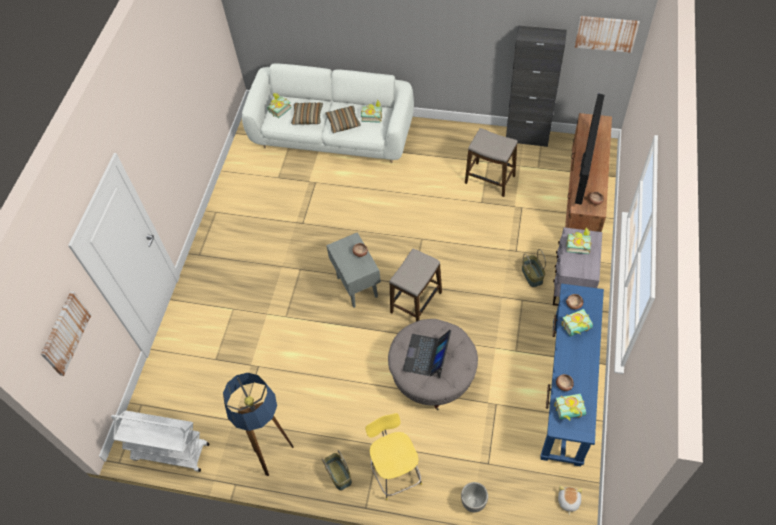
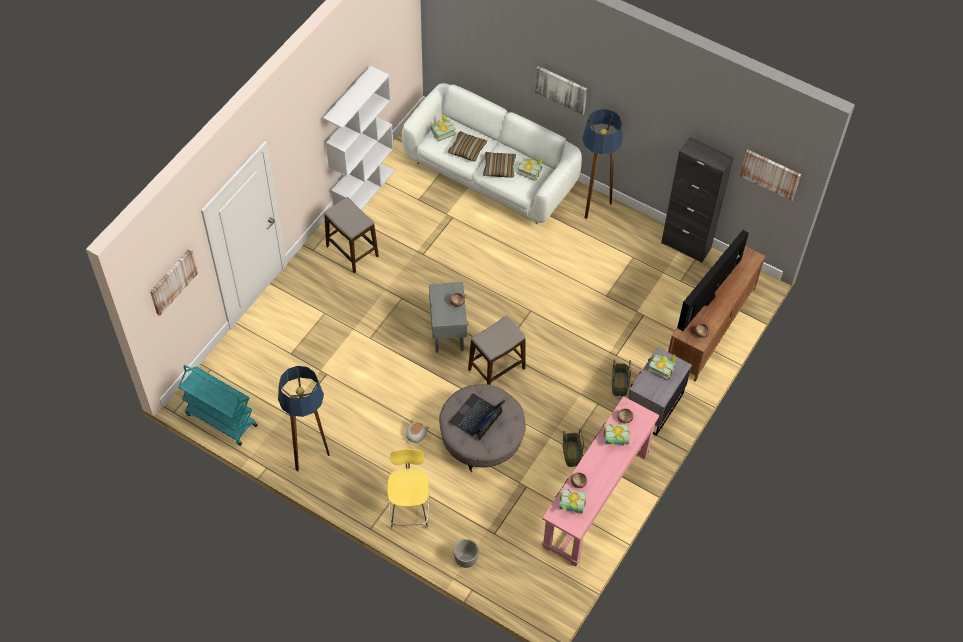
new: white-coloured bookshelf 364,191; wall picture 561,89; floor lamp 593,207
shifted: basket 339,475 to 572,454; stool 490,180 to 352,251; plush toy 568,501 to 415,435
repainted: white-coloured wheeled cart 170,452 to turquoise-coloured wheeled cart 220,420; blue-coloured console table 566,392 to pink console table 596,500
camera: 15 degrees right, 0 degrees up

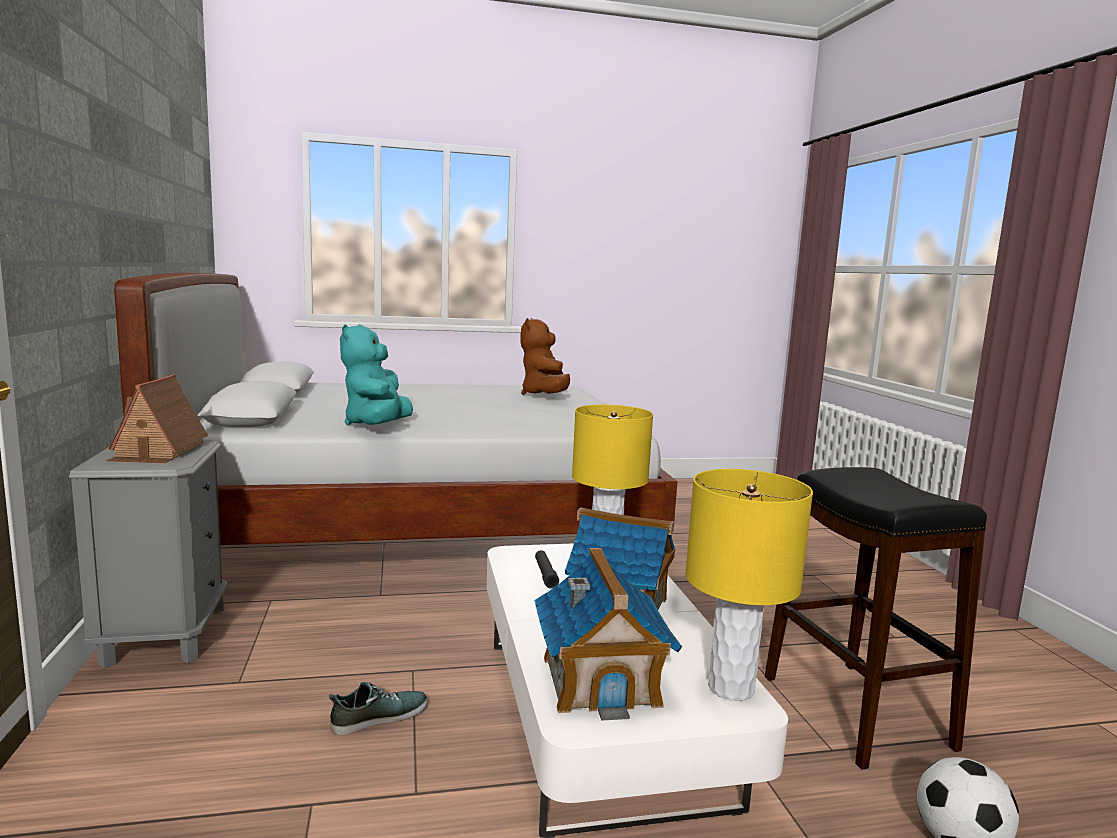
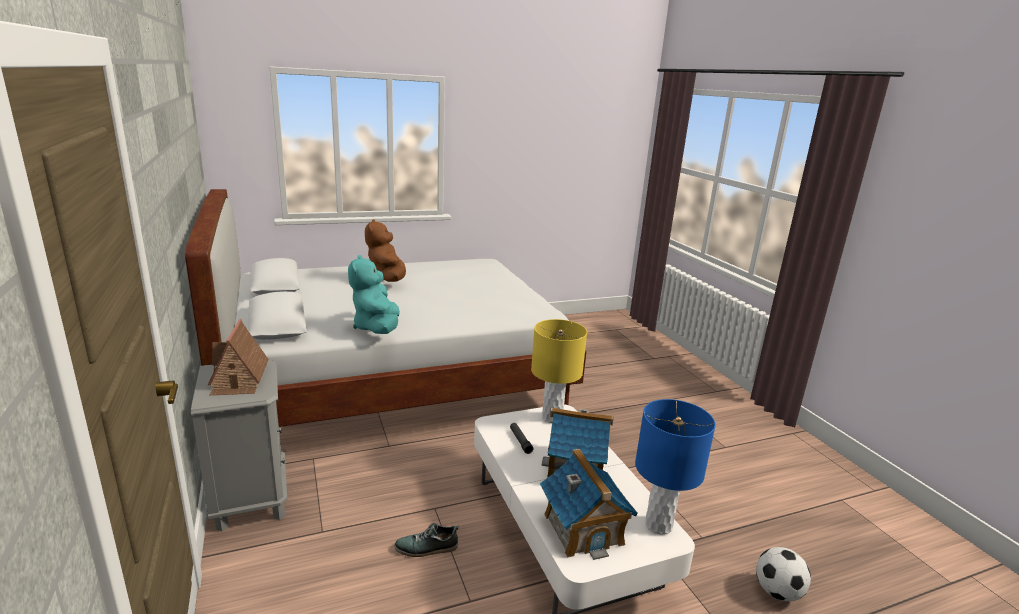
gone: blackish stool 854,711
shifted: brown plush toy 545,396 to 387,279
repainted: yellow table lamp 731,688 to blue-coloured table lamp 658,525
rotated: item of footwear 379,717 = 426,548 150 degrees counterclockwise
camera: 10 degrees left, 10 degrees up

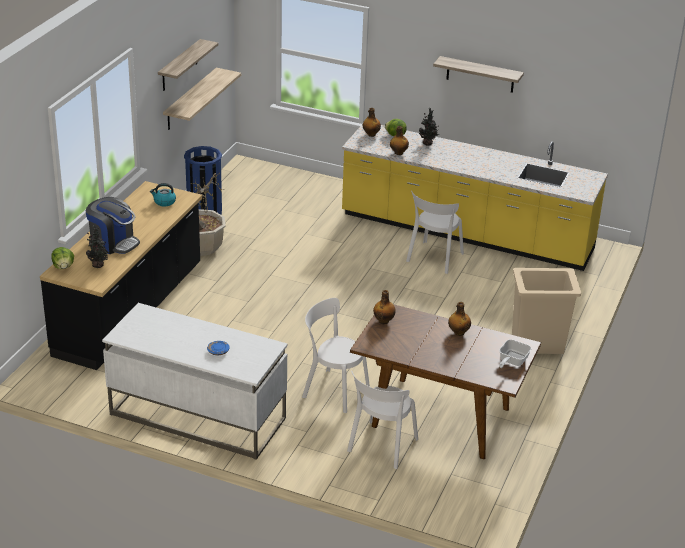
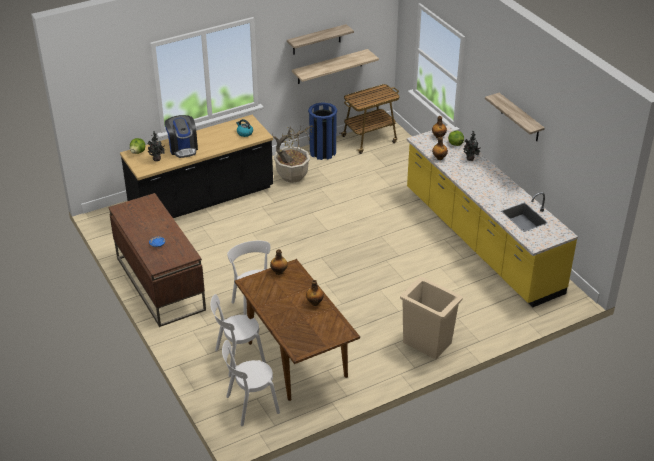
gone: pan 511,361
new: wheeled cart 370,139
shifted: white-coloured chair 434,258 to 250,405
repainted: white-coloured desk 197,416 to brown desk 160,283
camera: 40 degrees right, 5 degrees up

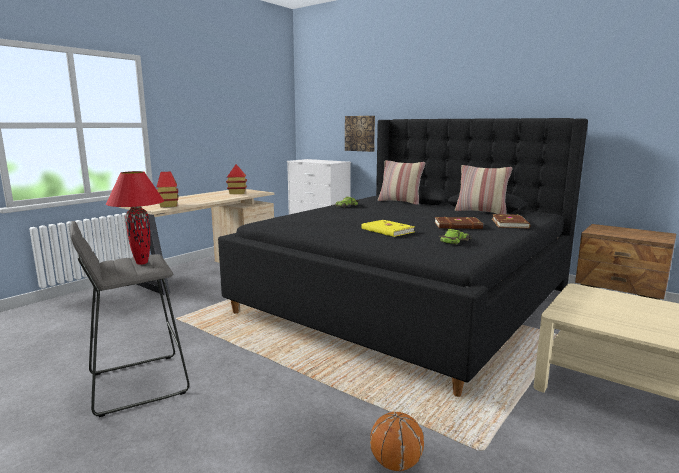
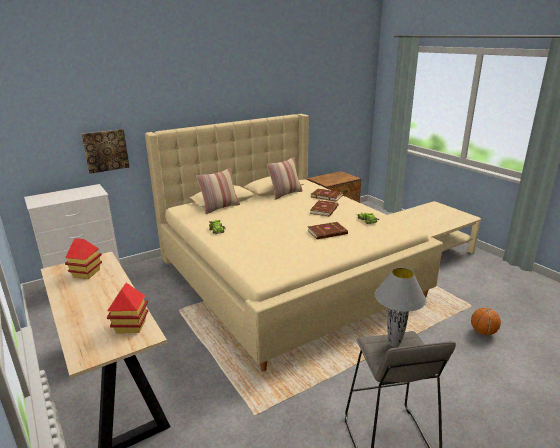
repainted: reddish table lamp 142,263 to grey table lamp 395,344; blackish sleeping bed 409,299 to beige sleeping bed 285,276; yellow book 387,231 to brown book 327,232
camera: 70 degrees left, 10 degrees up

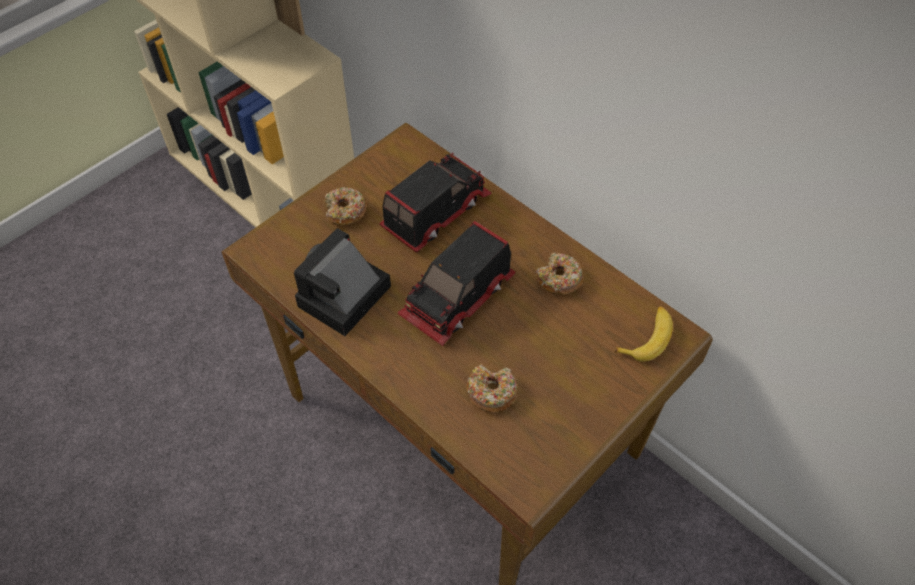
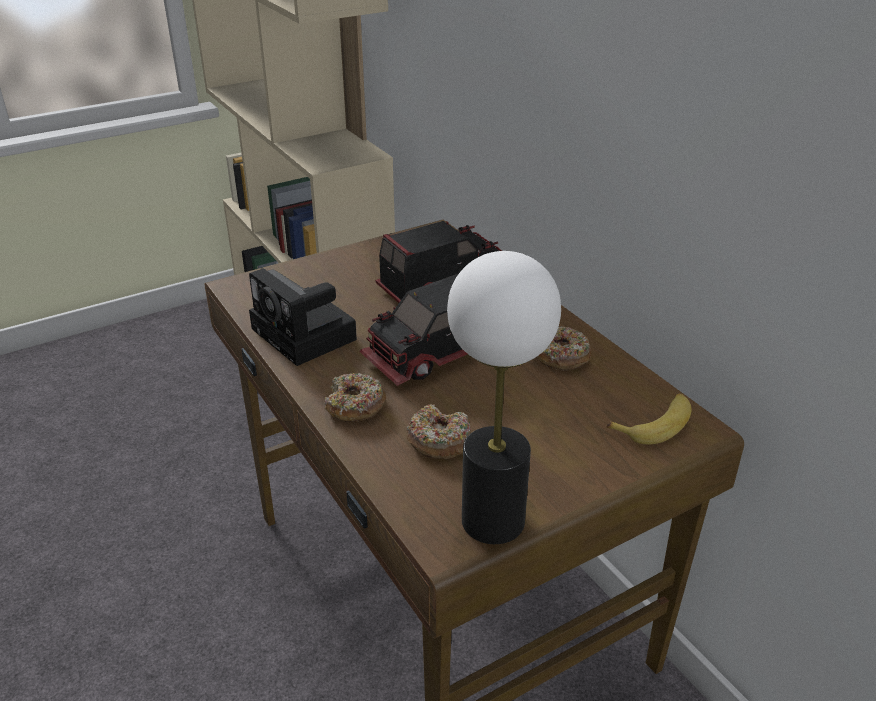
new: table lamp 493,520
shifted: doughnut 345,211 to 355,406
rotated: photo camera 342,299 = 307,336 90 degrees counterclockwise
camera: 15 degrees right, 20 degrees down

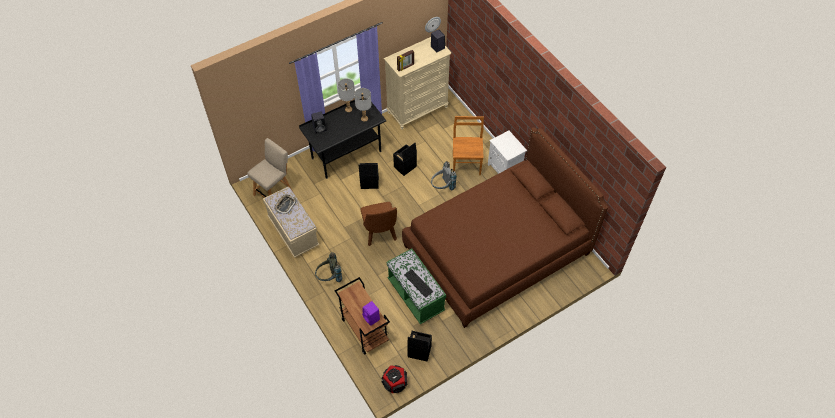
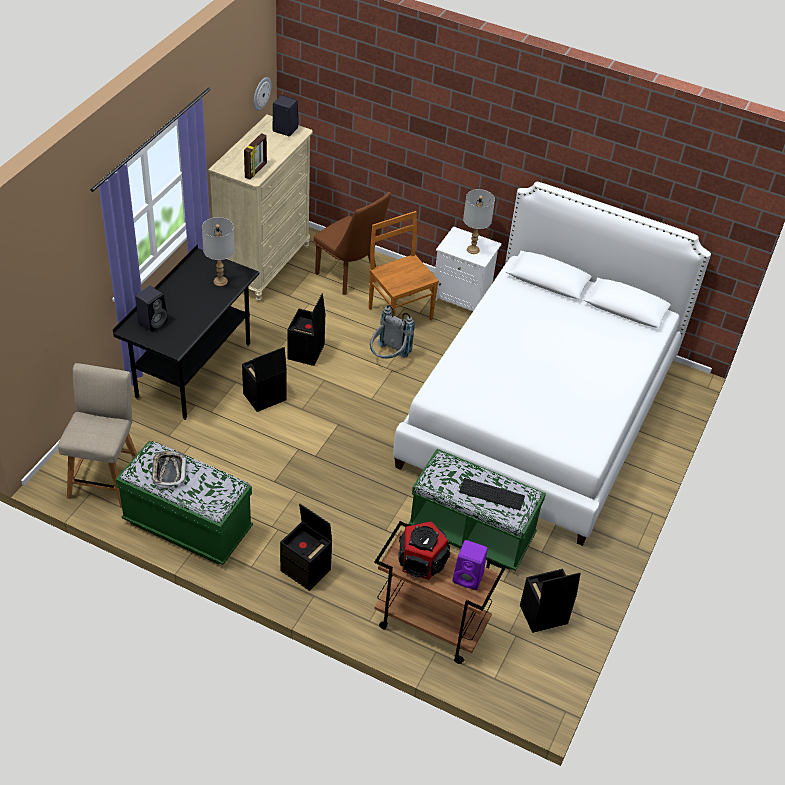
shifted: grey table lamp 348,109 to 473,250; brown chair 380,235 to 350,277; audio speaker 395,382 to 421,561
swapped: grey knapsack 329,277 to blackish storage container 306,570
repainted: beige long seat 293,232 to greenish long seat 187,526; brown sleeping bed 497,250 to white-coloured sleeping bed 540,412
camera: 35 degrees left, 10 degrees down

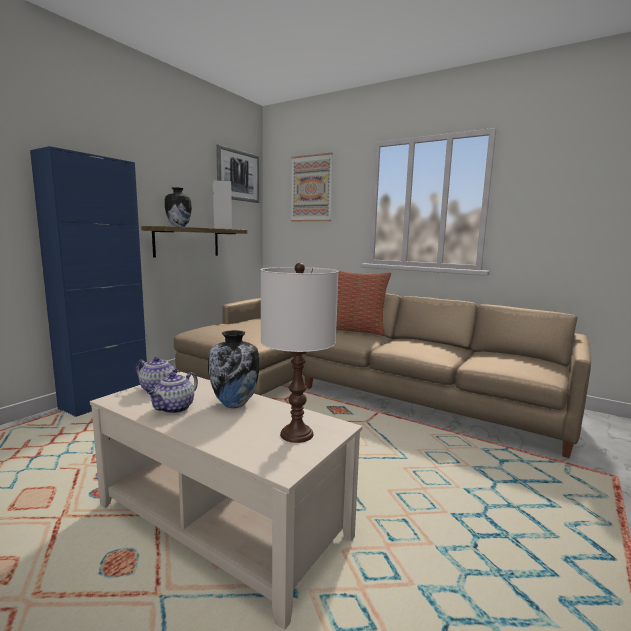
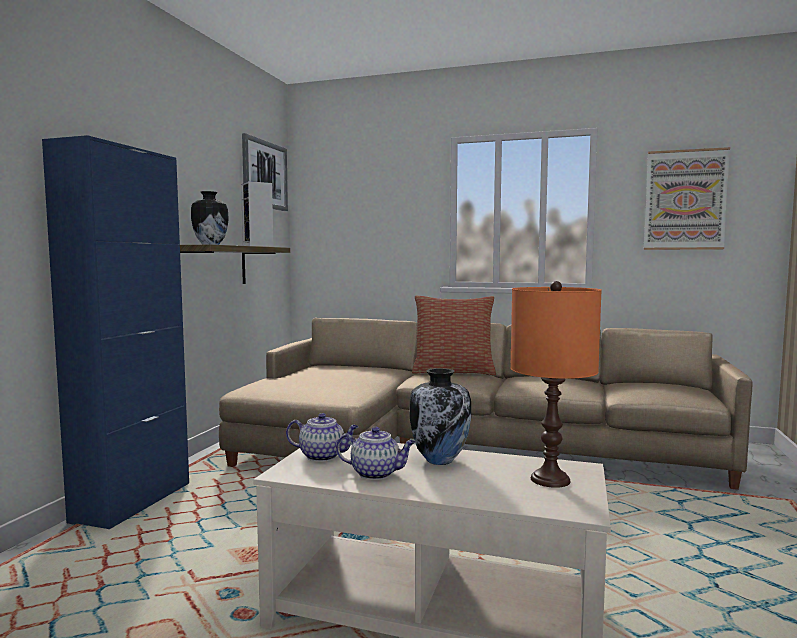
shifted: wall picture 311,188 to 685,200
repainted: white-coloured table lamp 297,434 to orange-coloured table lamp 551,480
rotated: teapot 174,408 = 376,473 90 degrees counterclockwise
camera: 15 degrees left, 5 degrees down

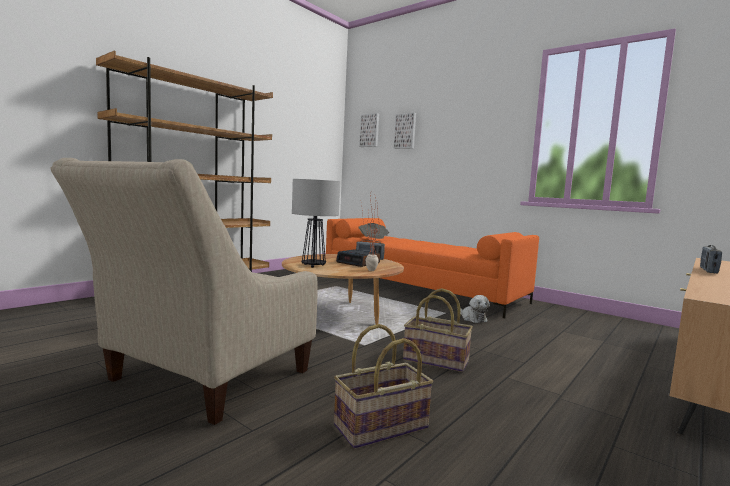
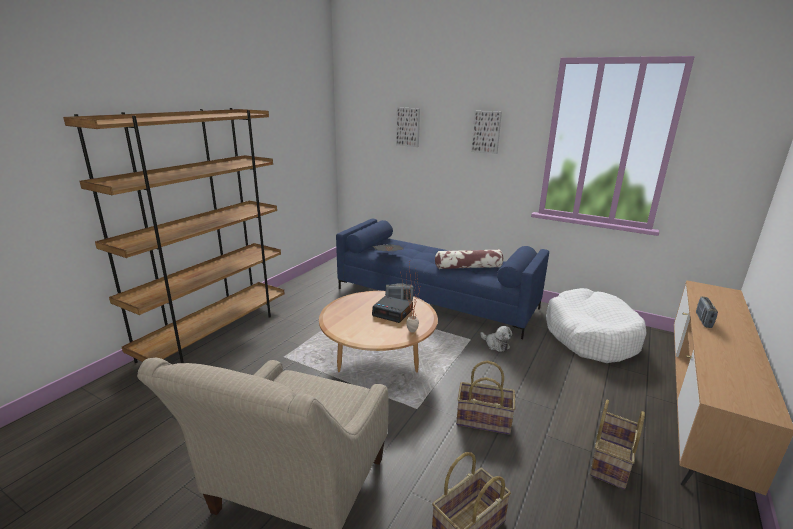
gone: table lamp 313,266
new: cushion 468,267; white-coloured dog cushion 590,336; basket 609,462
shifted: wall picture 370,130 to 486,132
repainted: orange-coloured sofa 420,289 to blue-coloured sofa 436,298
camera: 10 degrees left, 15 degrees up

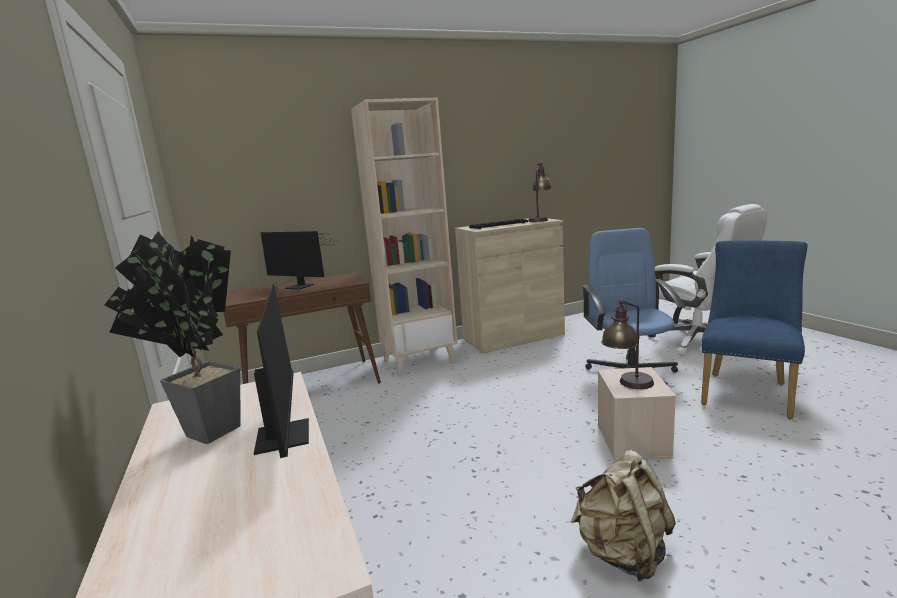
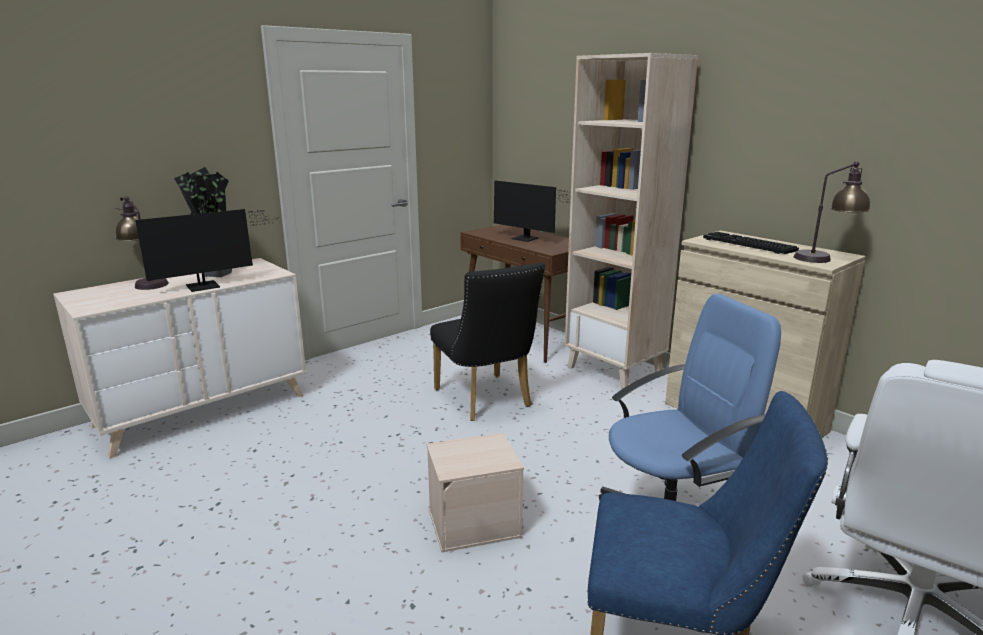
gone: beige knapsack 622,553
new: blackish chair 486,401
shifted: table lamp 627,386 to 146,283
rotated: computer screen 301,287 = 527,239 60 degrees counterclockwise
camera: 70 degrees right, 5 degrees up

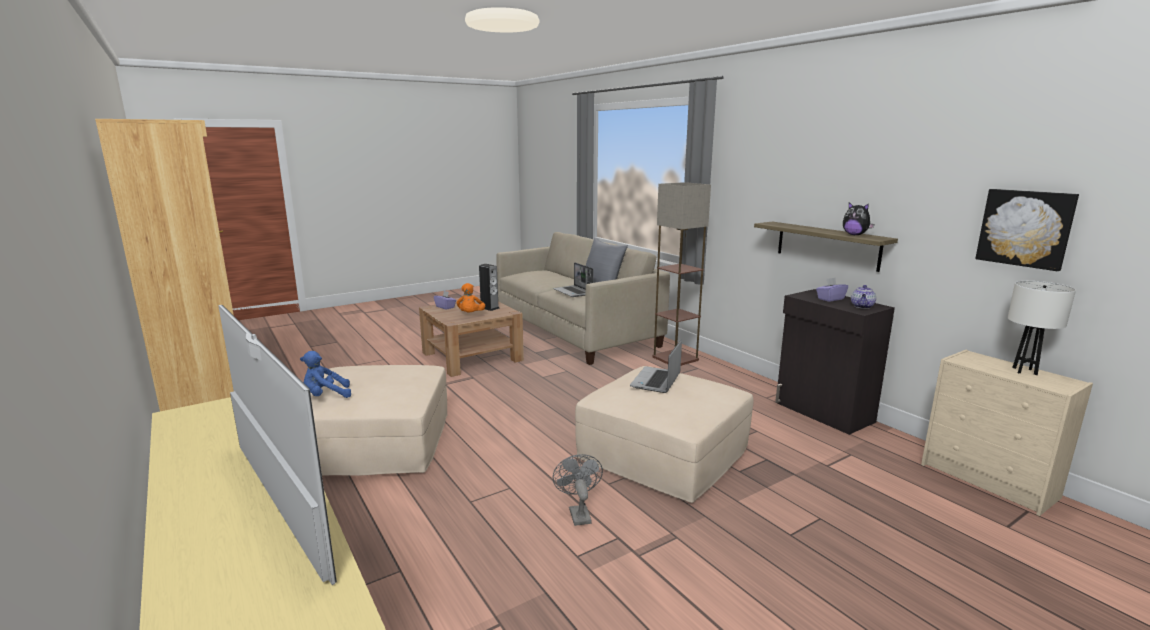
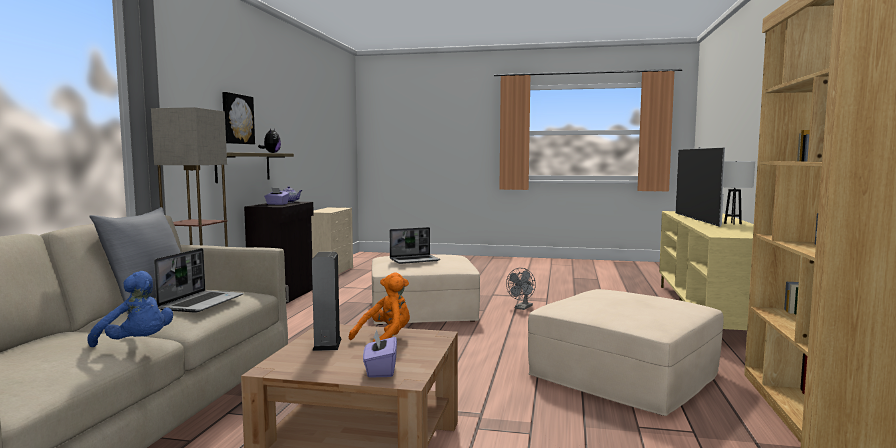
shifted: blue-coloured plush toy 325,396 to 137,344; wall picture 1025,228 to 237,119; white-coloured table lamp 1024,371 to 732,223
camera: 135 degrees left, 10 degrees down

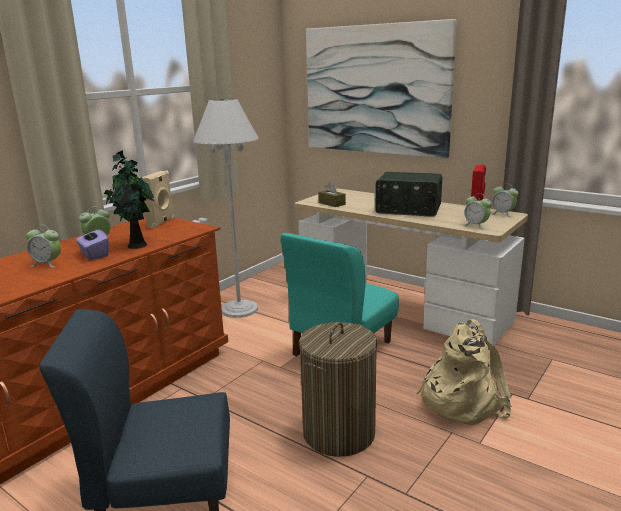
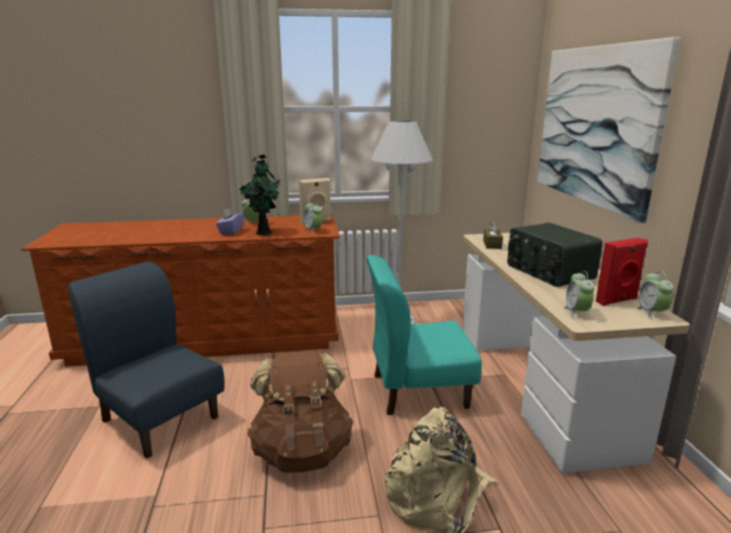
shifted: table clock 47,264 to 313,230
swapped: hamper 339,433 to brown knapsack 302,451
camera: 45 degrees right, 0 degrees up

